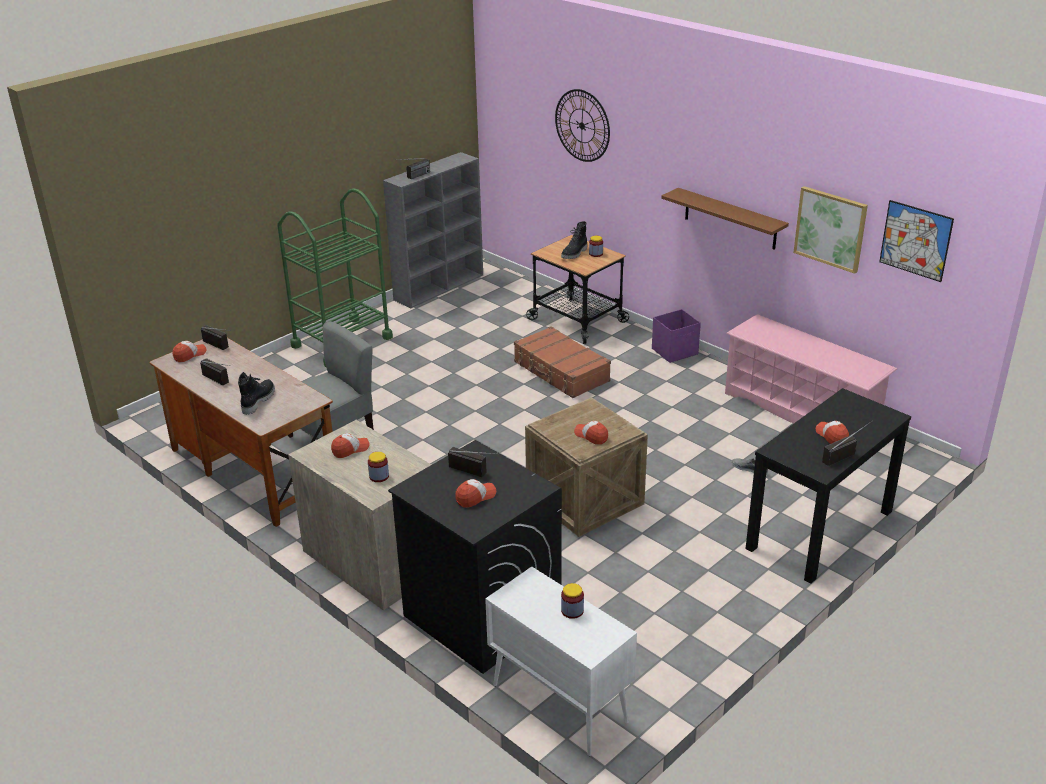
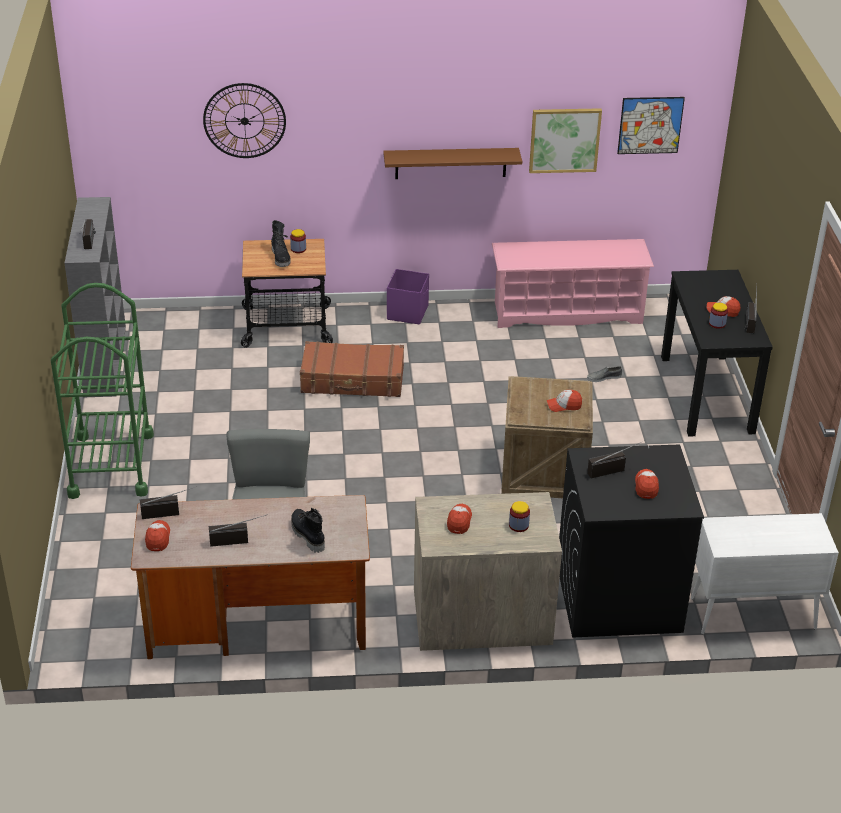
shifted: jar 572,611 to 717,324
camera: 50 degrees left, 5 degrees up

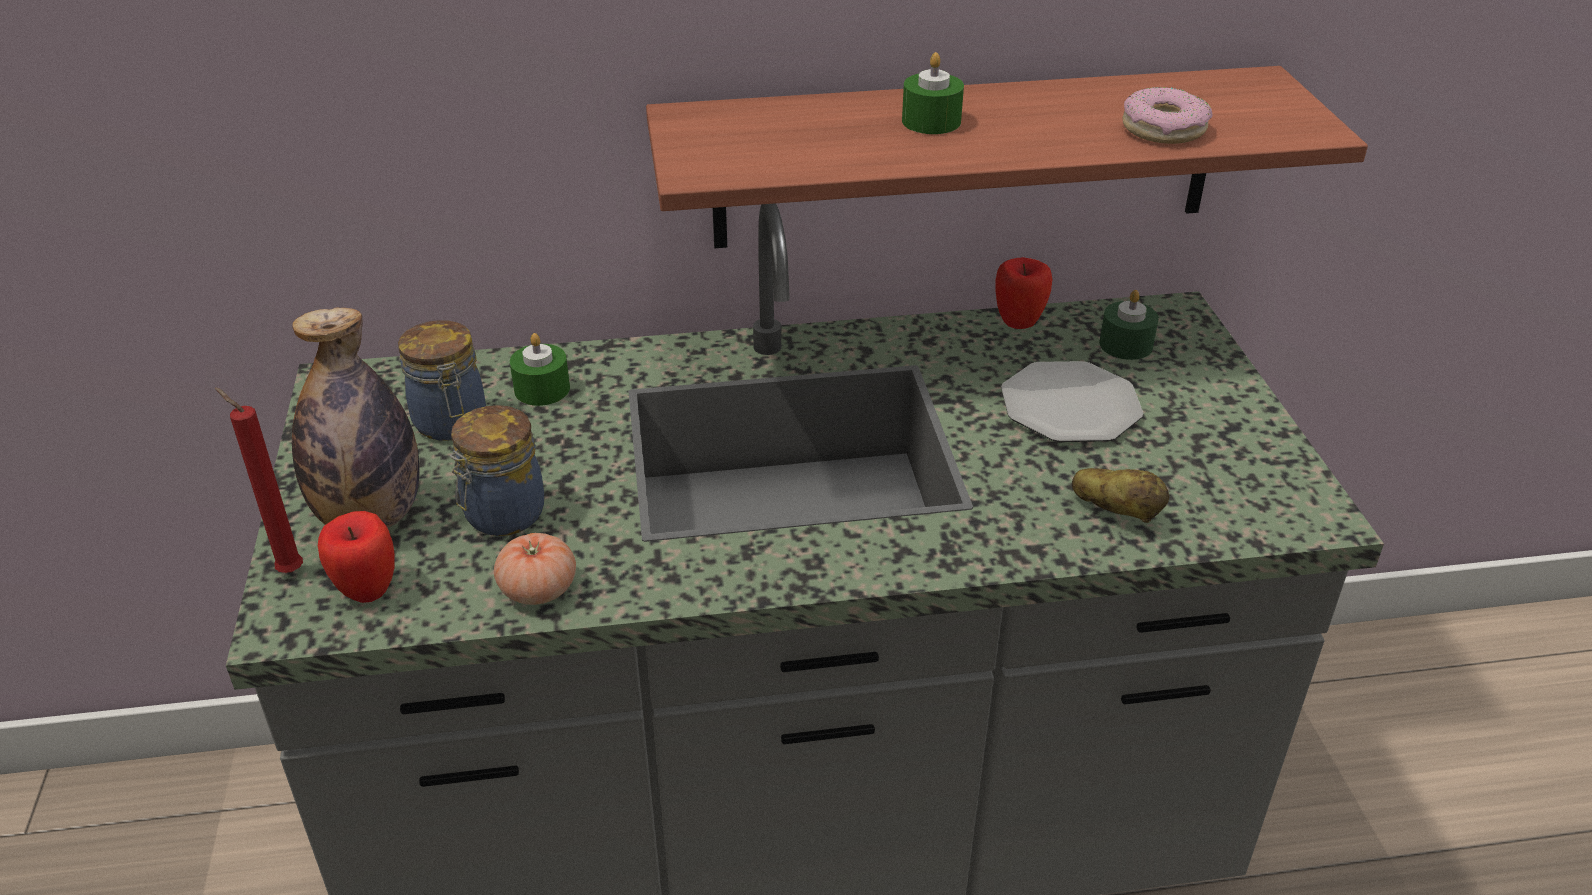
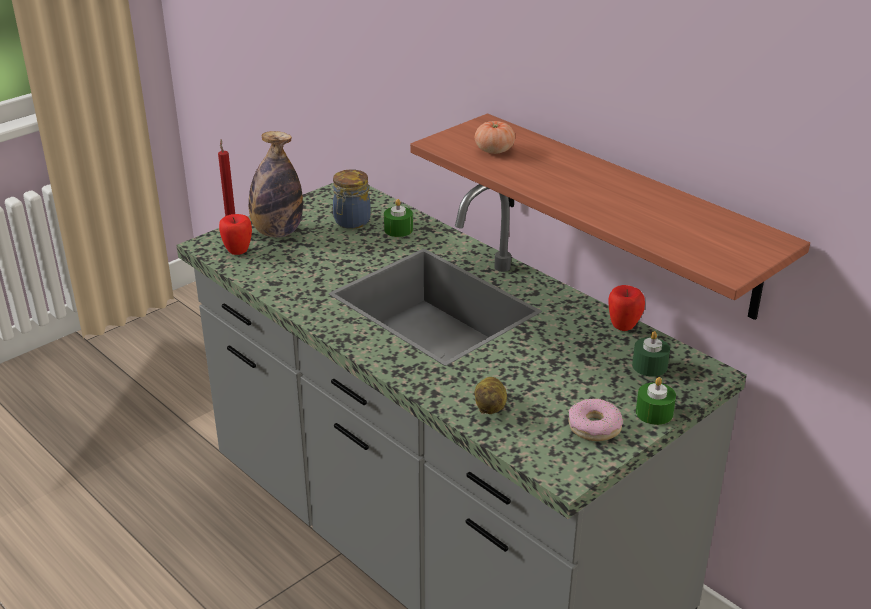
gone: jar 502,516; plate 1071,406
shifted: fresh tomato 538,589 to 494,150; greenish wax candle 931,121 to 654,413; doughnut 1163,129 to 594,427
camera: 55 degrees right, 5 degrees down

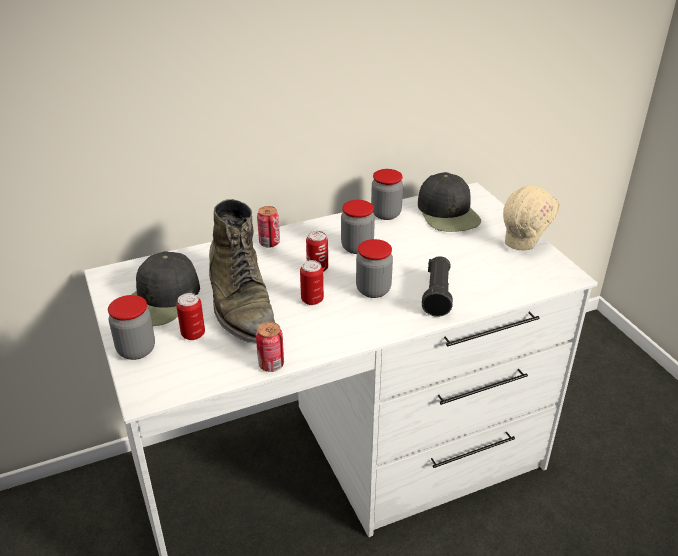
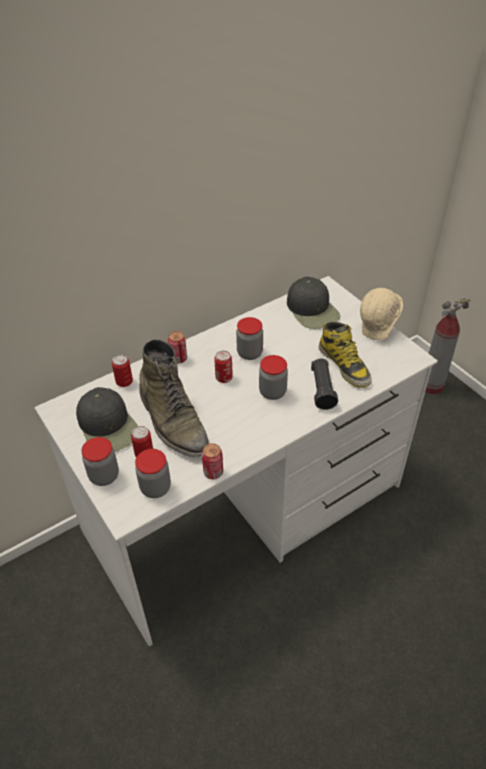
new: boot 344,365; extinguisher 431,386
shifted: can 312,299 to 124,382; jar 386,214 to 155,488
rotated: blackish cap 161,300 = 108,426 45 degrees counterclockwise
camera: 10 degrees left, 10 degrees up

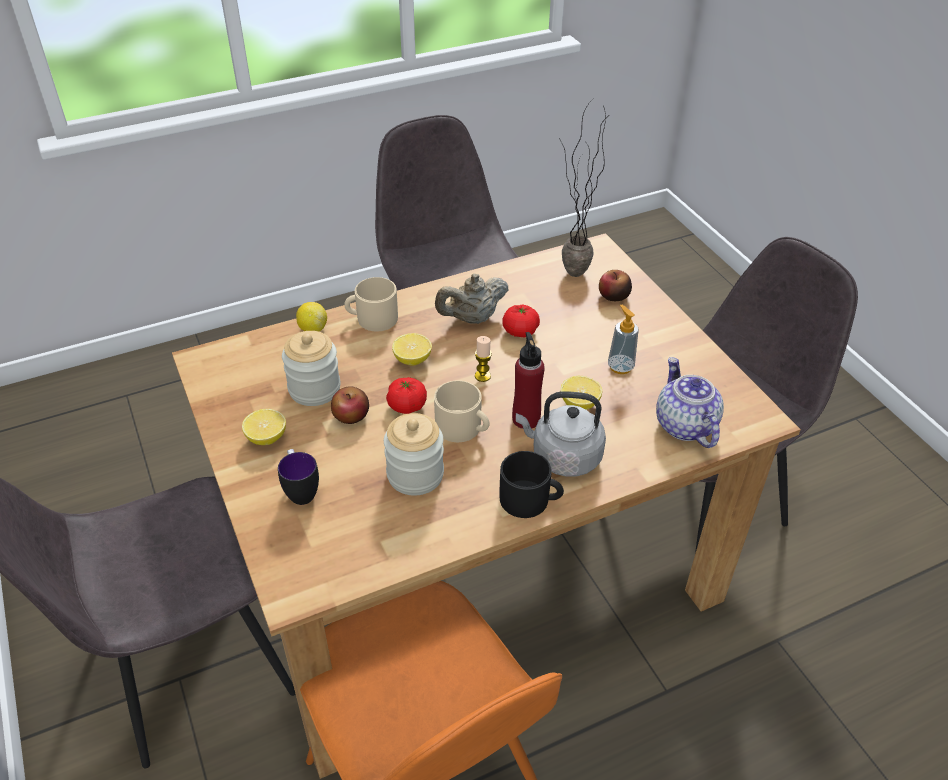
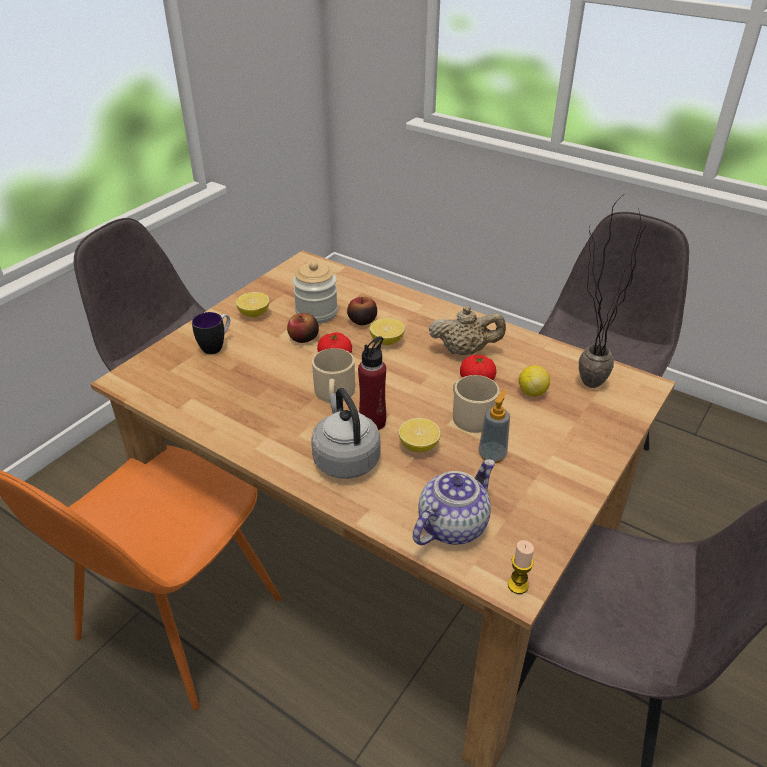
gone: jar 415,474; blackish tea mug 530,500
shifted: whole lemon 313,329 to 532,392; beige tea mug 372,318 to 470,415; wax candle 482,376 to 518,585; whole apple 613,296 to 362,320
rotated: beige teapot 472,318 = 465,351 150 degrees clockwise
camera: 60 degrees right, 5 degrees down

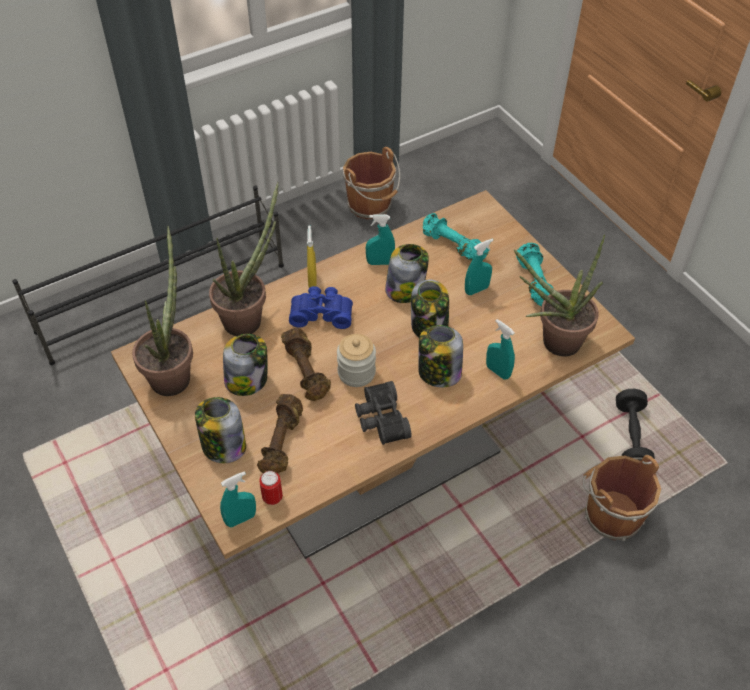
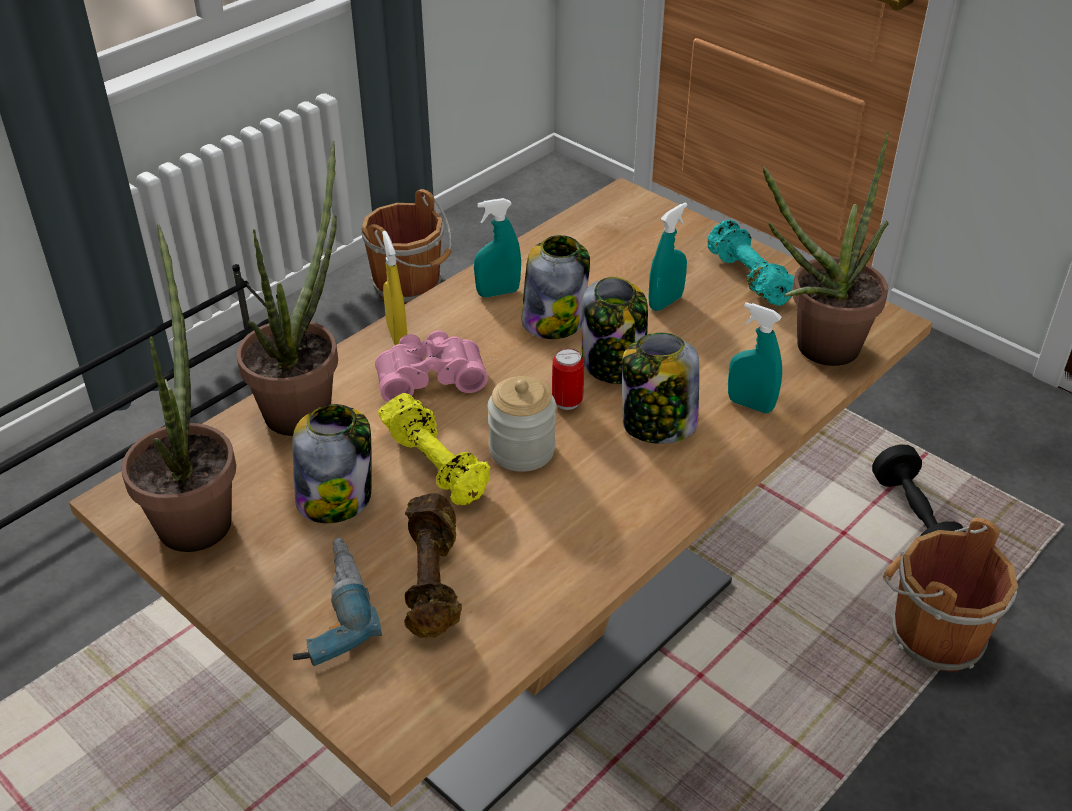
gone: turquoise-coloured hand sprayer 241,519; blackish binoculars 380,419; turquoise-coloured dumbbell 452,246
shifted: can 272,497 to 567,401
swapped: jar 223,446 to power drill 327,610
repainted: brown dumbbell 307,372 to yellow dumbbell 437,465; blue-coloured binoculars 321,313 to pink binoculars 430,376
camera: 15 degrees left, 10 degrees down

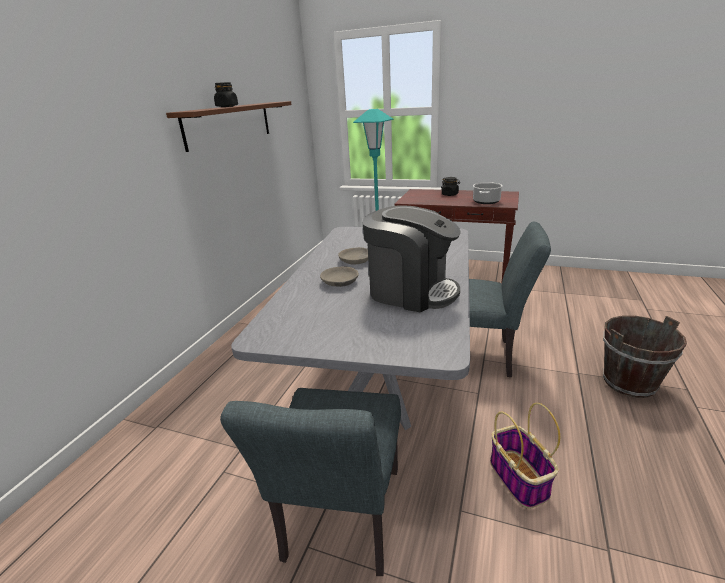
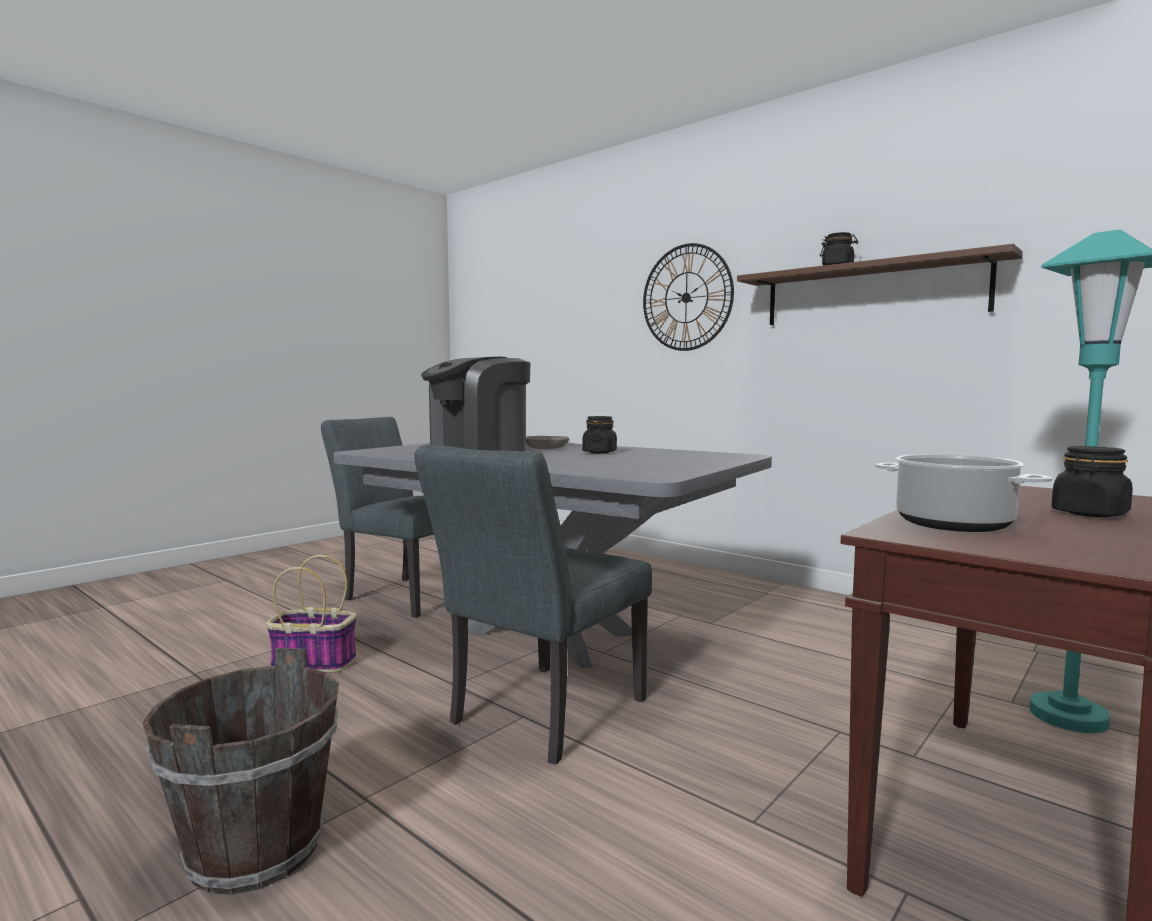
new: hanging clock 686,297
swapped: grey bowl 356,261 to blackish jar 599,452
camera: 110 degrees right, 20 degrees down

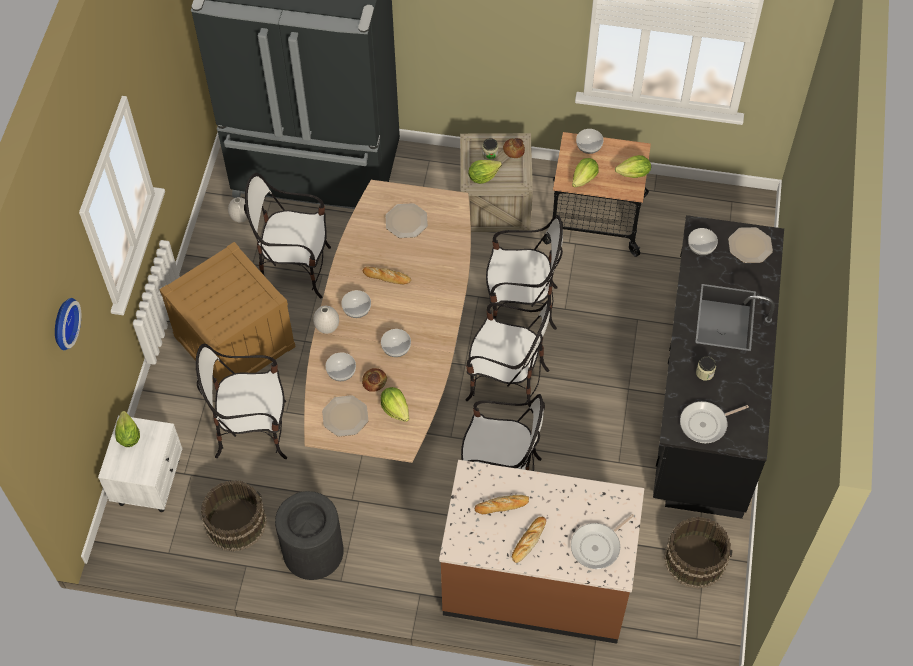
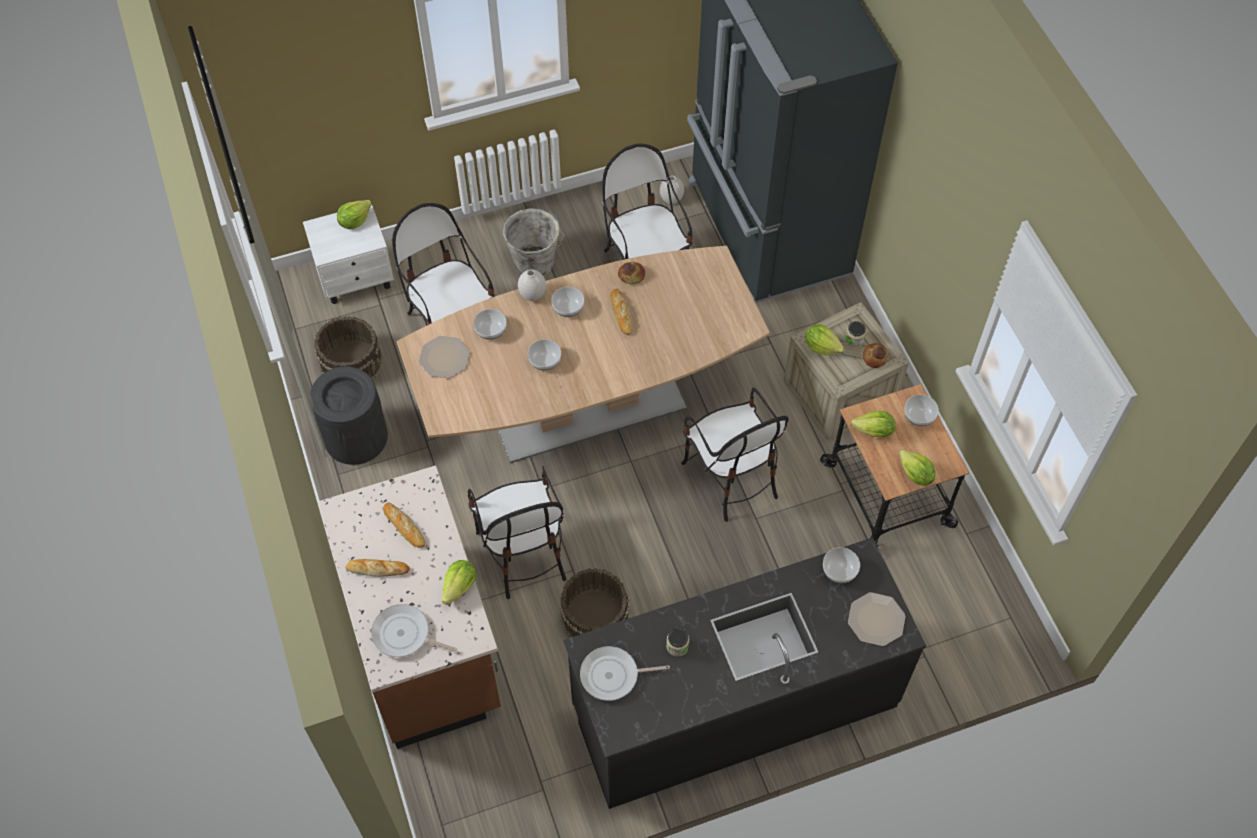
gone: hanging clock 63,323; plate 406,221; chair 506,382
shifted: bread 374,382 to 631,276; lettuce 395,409 to 460,587; brown water bucket 695,559 to 596,617
swapped: crate 234,341 to grey water bucket 535,264
rotated: pan 706,424 = 613,675 45 degrees counterclockwise
camera: 60 degrees right, 0 degrees up

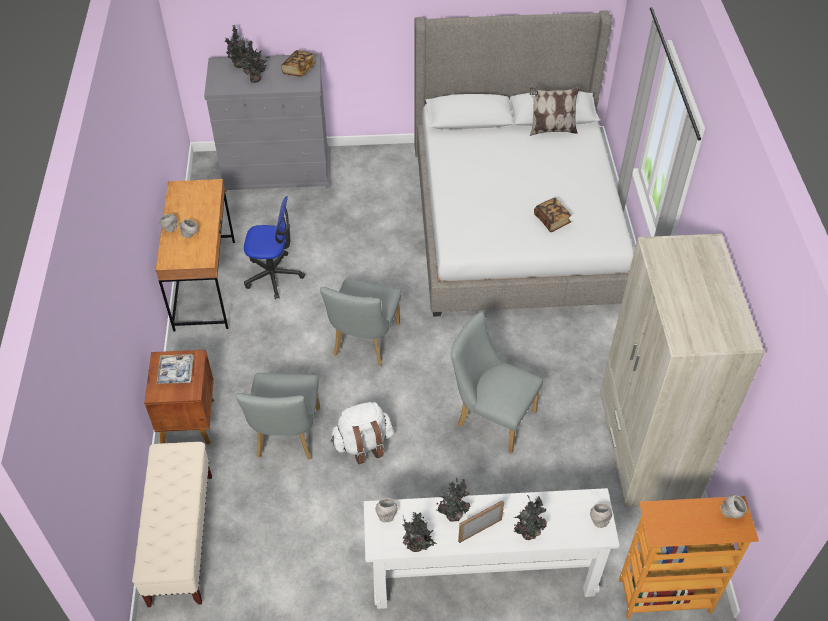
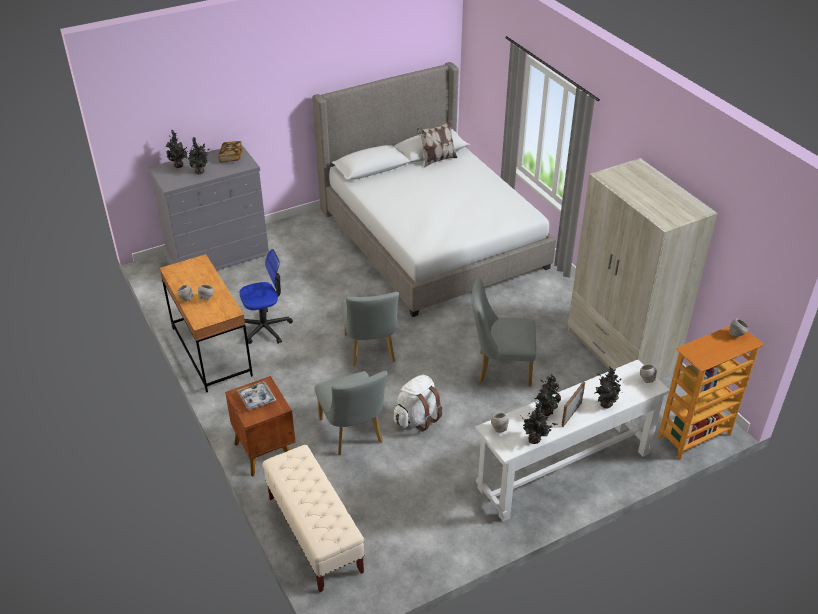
gone: book 551,220
camera: 25 degrees left, 10 degrees down

